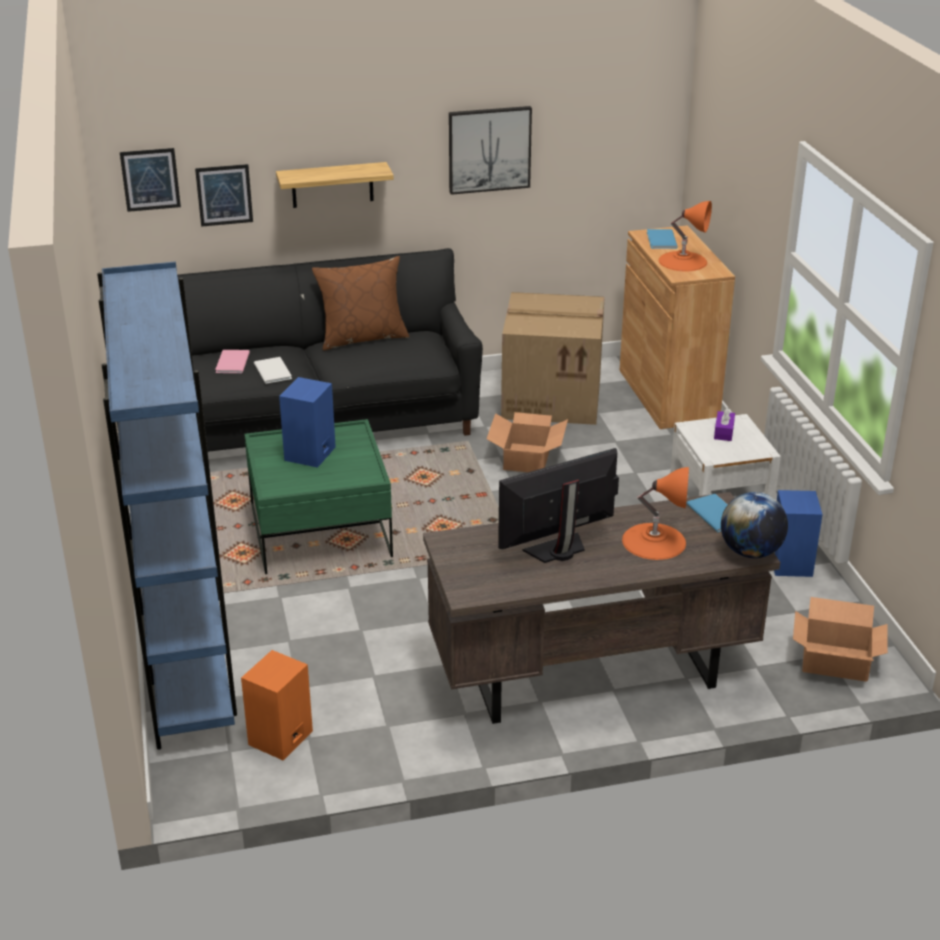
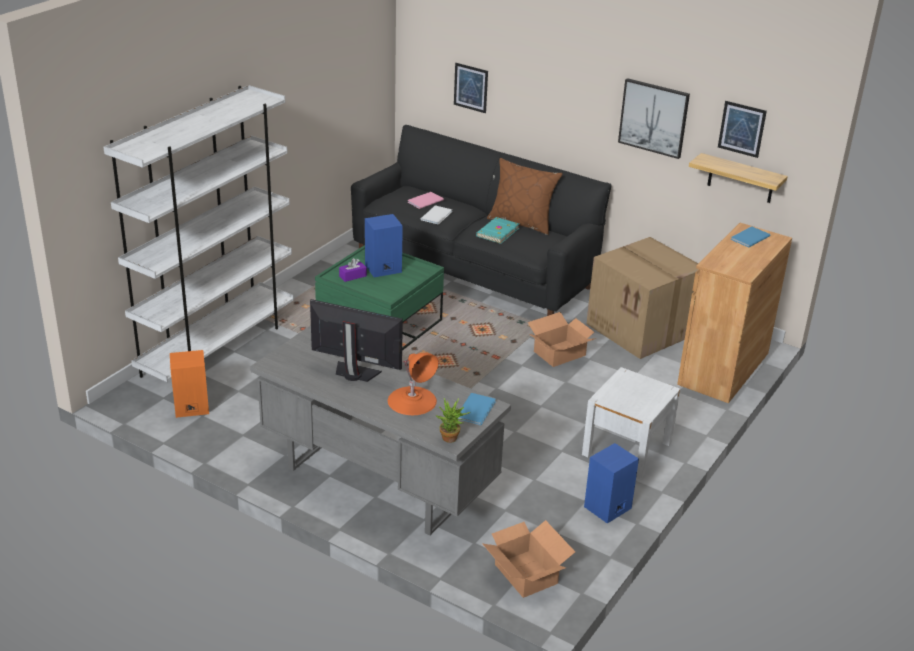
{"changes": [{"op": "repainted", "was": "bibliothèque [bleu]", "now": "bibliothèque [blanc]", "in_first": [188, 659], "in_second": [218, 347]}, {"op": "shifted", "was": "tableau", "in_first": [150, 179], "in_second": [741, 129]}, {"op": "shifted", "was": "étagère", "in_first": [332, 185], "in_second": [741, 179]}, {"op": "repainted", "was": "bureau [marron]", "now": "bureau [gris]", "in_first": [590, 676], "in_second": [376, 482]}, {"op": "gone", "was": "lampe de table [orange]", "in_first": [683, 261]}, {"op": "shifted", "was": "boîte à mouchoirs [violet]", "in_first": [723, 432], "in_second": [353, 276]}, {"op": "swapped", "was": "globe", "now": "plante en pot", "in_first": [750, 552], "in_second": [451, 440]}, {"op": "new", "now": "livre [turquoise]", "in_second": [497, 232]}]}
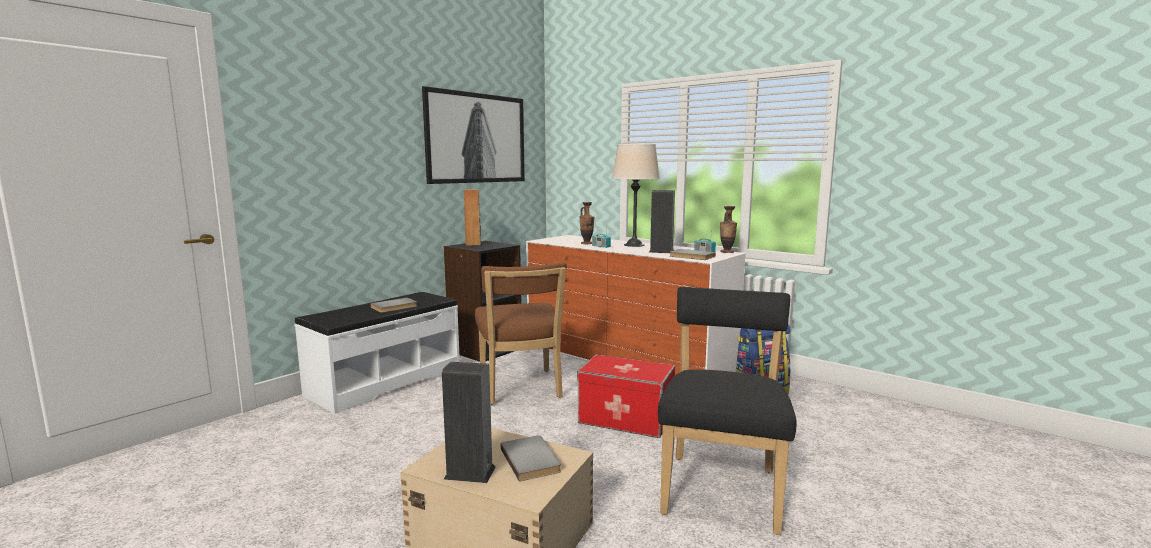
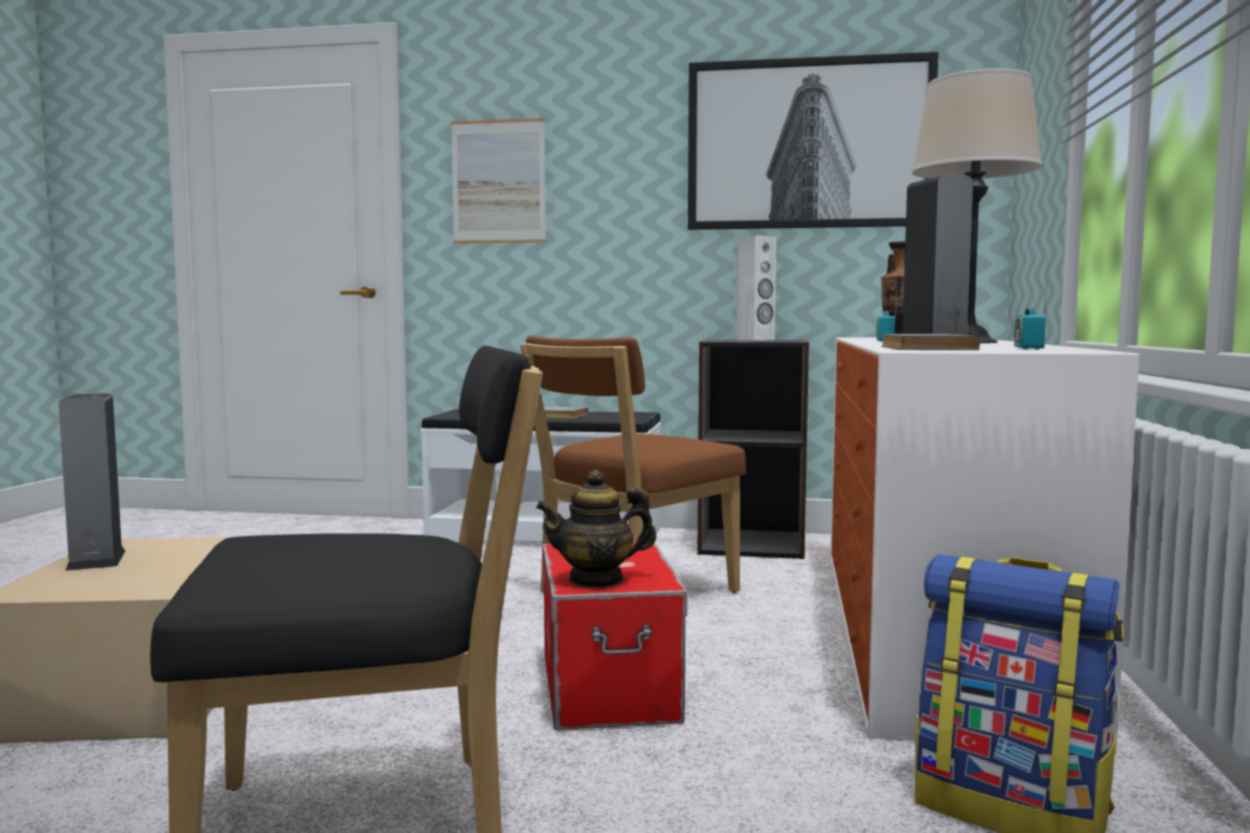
{"changes": [{"op": "repainted", "was": "enceinte [marron]", "now": "enceinte [blanc]", "in_first": [473, 244], "in_second": [755, 339]}, {"op": "gone", "was": "livre [gris]", "in_first": [532, 460]}, {"op": "gone", "was": "vase", "in_first": [727, 252]}, {"op": "new", "now": "tableau", "in_second": [498, 182]}, {"op": "new", "now": "théière", "in_second": [596, 580]}]}
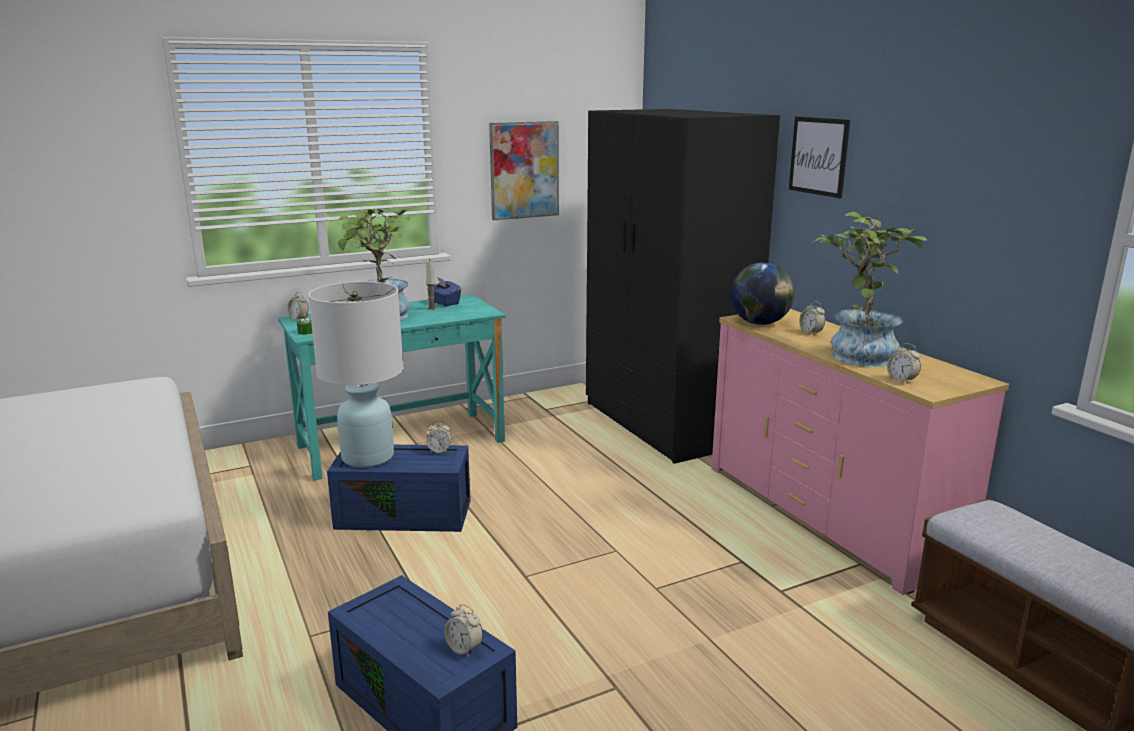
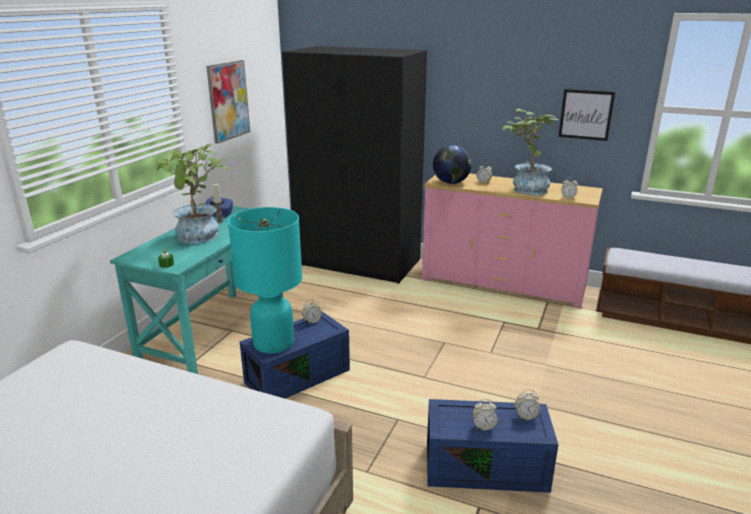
{"changes": [{"op": "shifted", "was": "réveil", "in_first": [299, 319], "in_second": [483, 426]}, {"op": "repainted", "was": "lampe de table [blanc]", "now": "lampe de table [turquoise]", "in_first": [367, 457], "in_second": [273, 344]}, {"op": "shifted", "was": "tableau", "in_first": [818, 156], "in_second": [586, 114]}]}
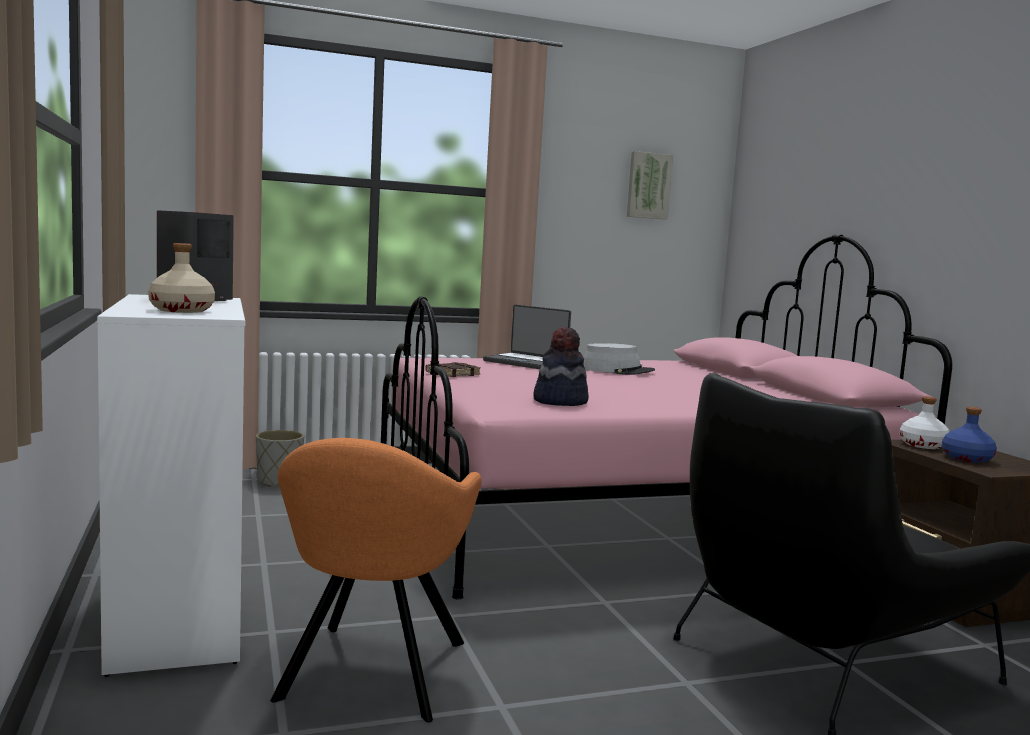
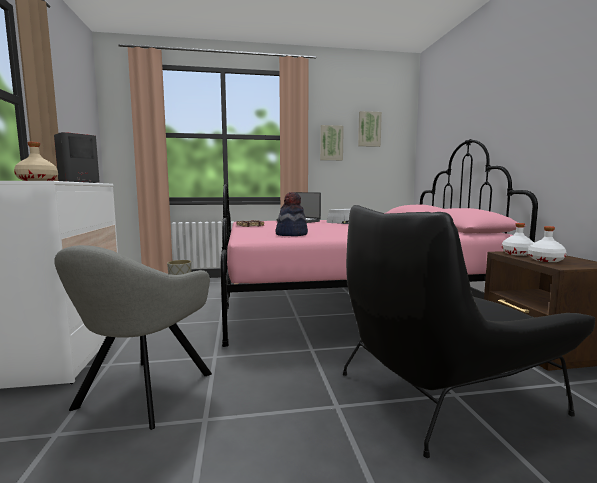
{"changes": [{"op": "repainted", "was": "fauteuil [orange]", "now": "fauteuil [gris]", "in_first": [371, 674], "in_second": [142, 393]}, {"op": "repainted", "was": "bouteille [bleu]", "now": "bouteille [blanc]", "in_first": [966, 458], "in_second": [545, 260]}, {"op": "new", "now": "tableau", "in_second": [331, 143]}]}
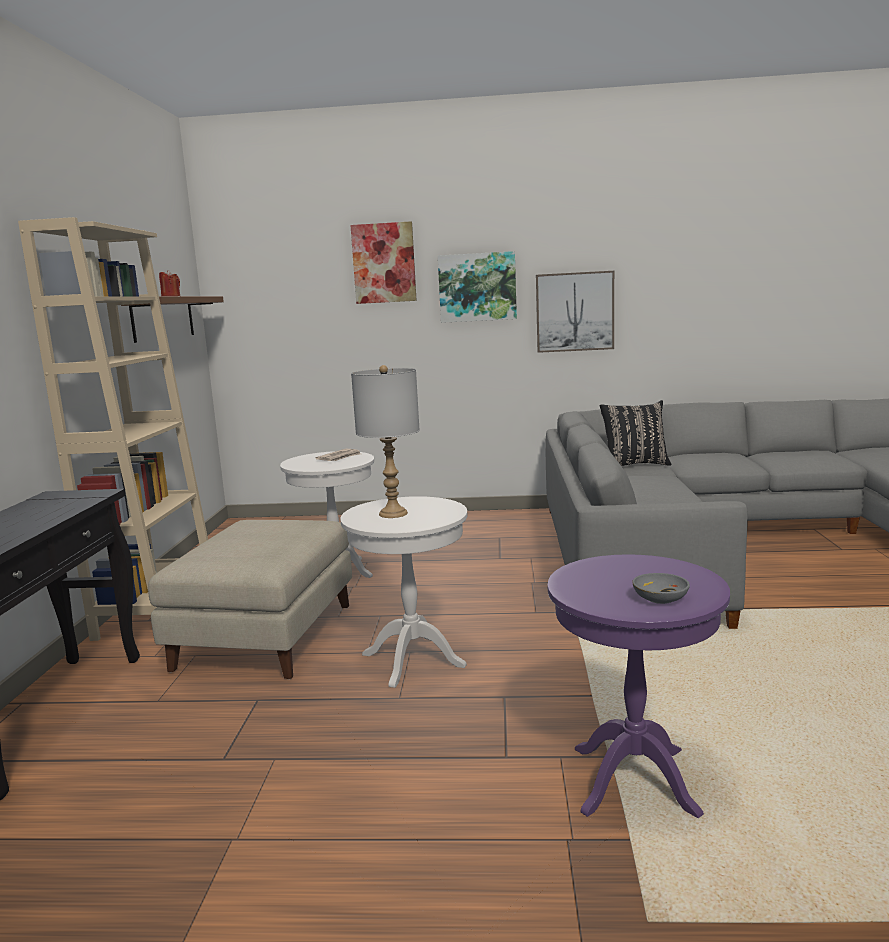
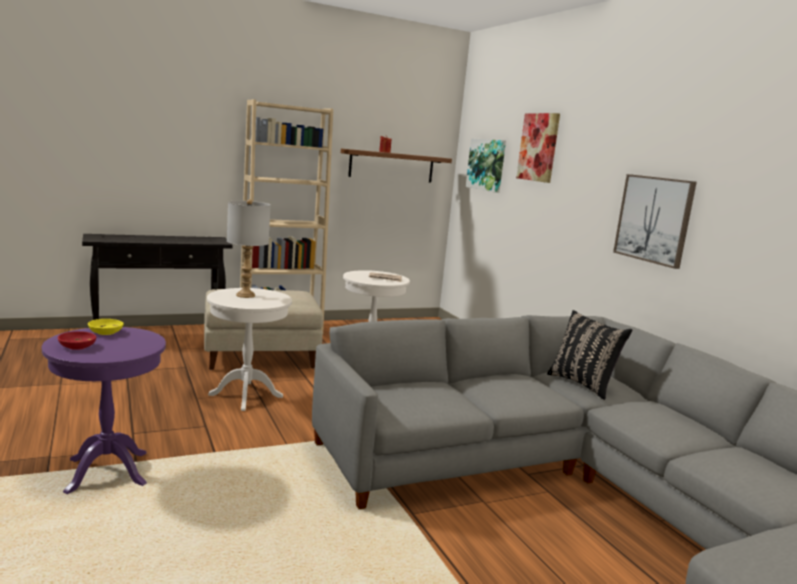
{"changes": [{"op": "shifted", "was": "tableau", "in_first": [477, 287], "in_second": [487, 164]}, {"op": "repainted", "was": "bol [gris]", "now": "bol [rouge]", "in_first": [659, 598], "in_second": [77, 346]}, {"op": "new", "now": "bol [jaune]", "in_second": [106, 332]}]}
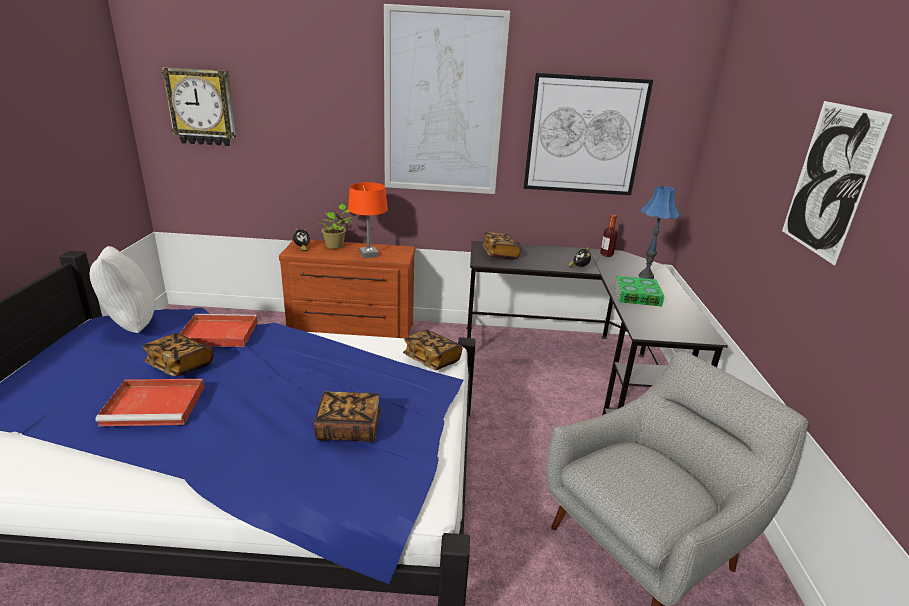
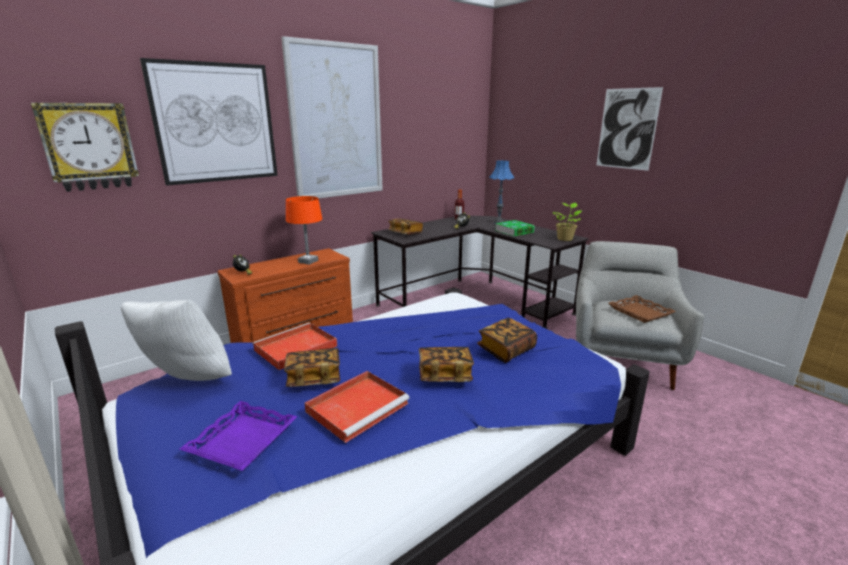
{"changes": [{"op": "shifted", "was": "plante en pot", "in_first": [336, 246], "in_second": [565, 238]}, {"op": "shifted", "was": "livre", "in_first": [432, 359], "in_second": [444, 375]}, {"op": "shifted", "was": "tableau", "in_first": [584, 136], "in_second": [215, 123]}, {"op": "new", "now": "plateau [violet]", "in_second": [242, 440]}, {"op": "new", "now": "plateau [marron]", "in_second": [639, 312]}]}
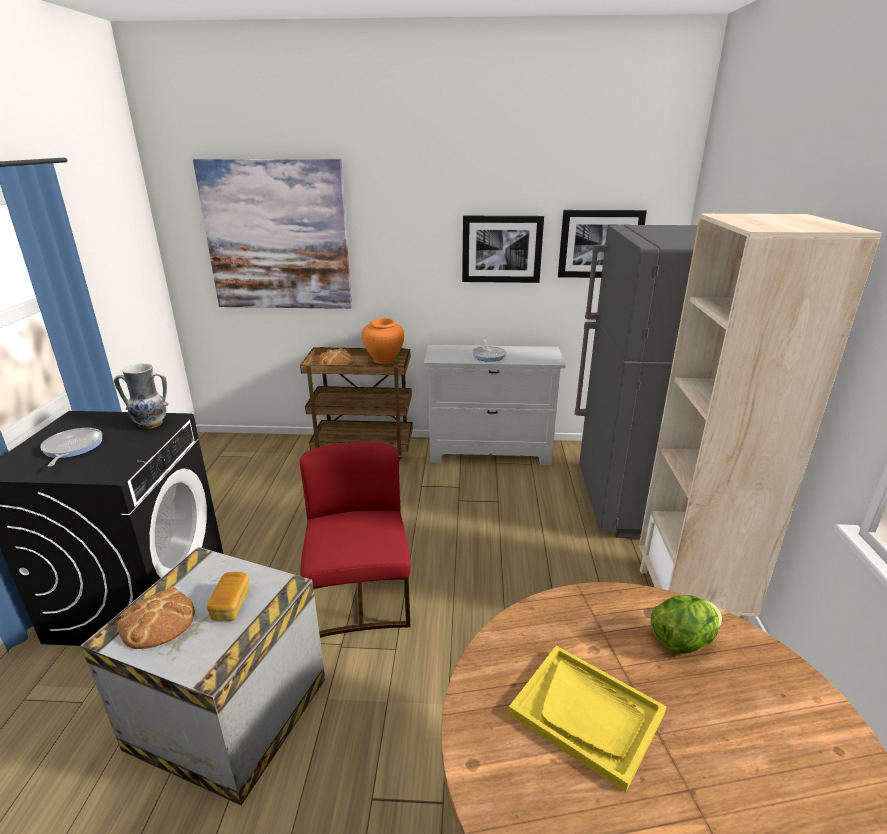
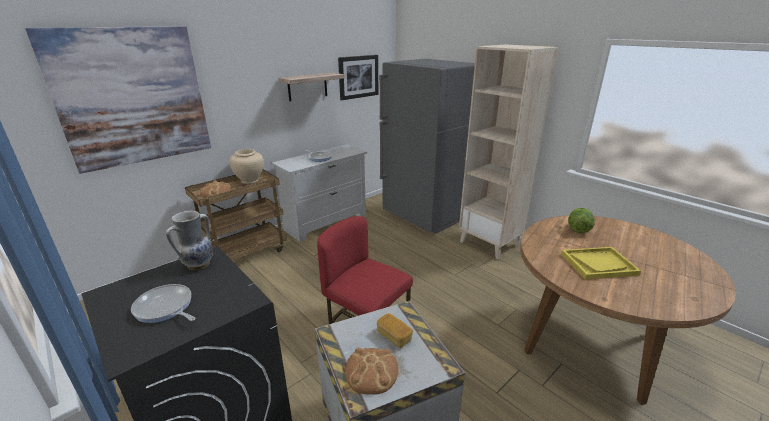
{"changes": [{"op": "repainted", "was": "vase [orange]", "now": "vase [beige]", "in_first": [384, 360], "in_second": [249, 180]}, {"op": "swapped", "was": "tableau", "now": "étagère", "in_first": [501, 249], "in_second": [307, 86]}]}
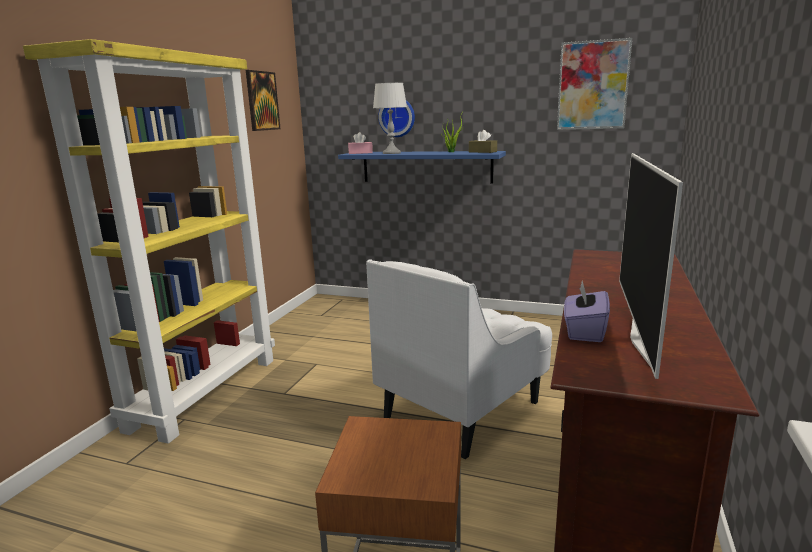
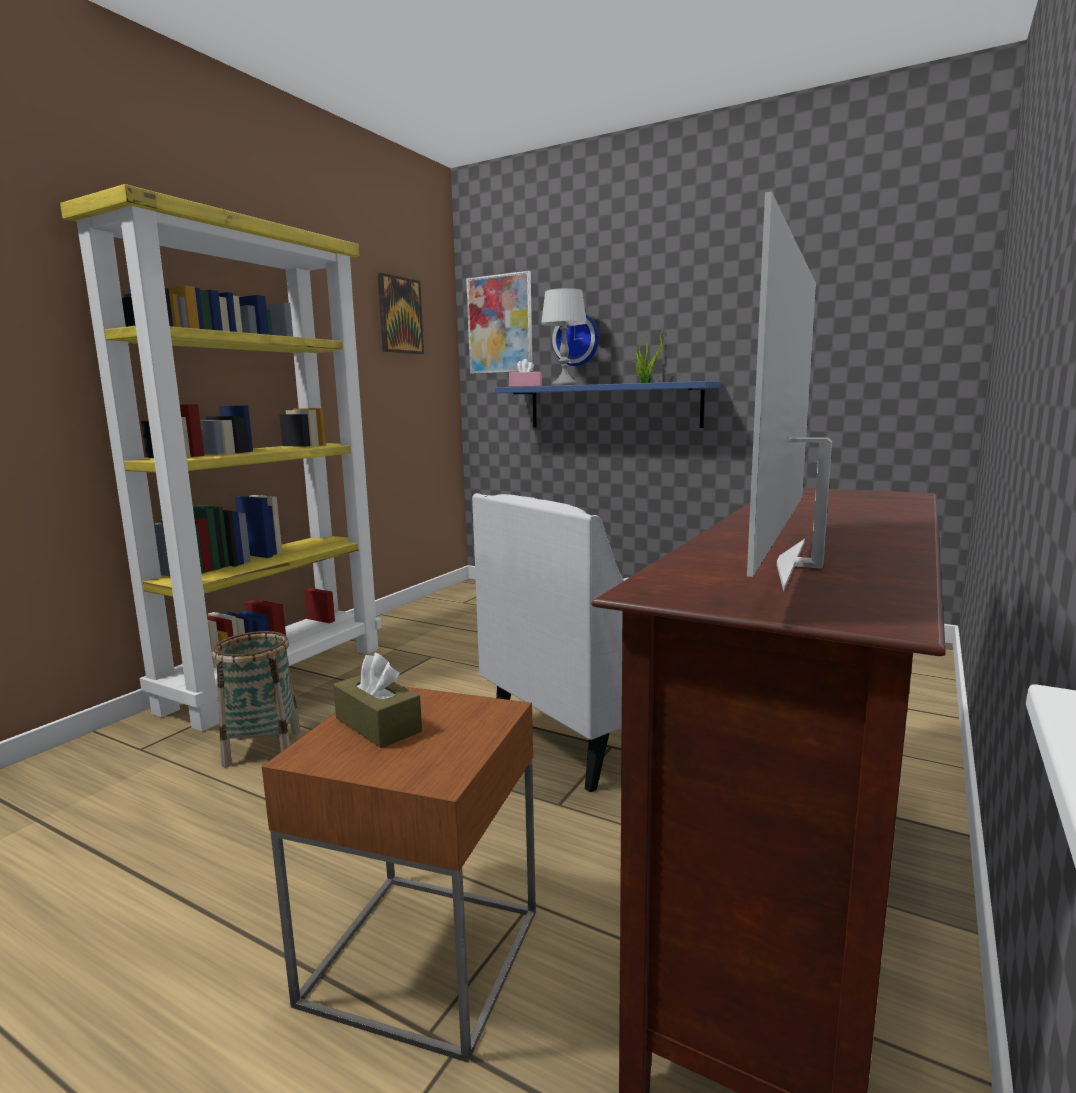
{"changes": [{"op": "shifted", "was": "boîte à mouchoirs [marron]", "in_first": [482, 152], "in_second": [378, 725]}, {"op": "shifted", "was": "tableau", "in_first": [593, 85], "in_second": [500, 324]}, {"op": "gone", "was": "boîte à mouchoirs [violet]", "in_first": [584, 331]}, {"op": "new", "now": "panier", "in_second": [262, 748]}]}
